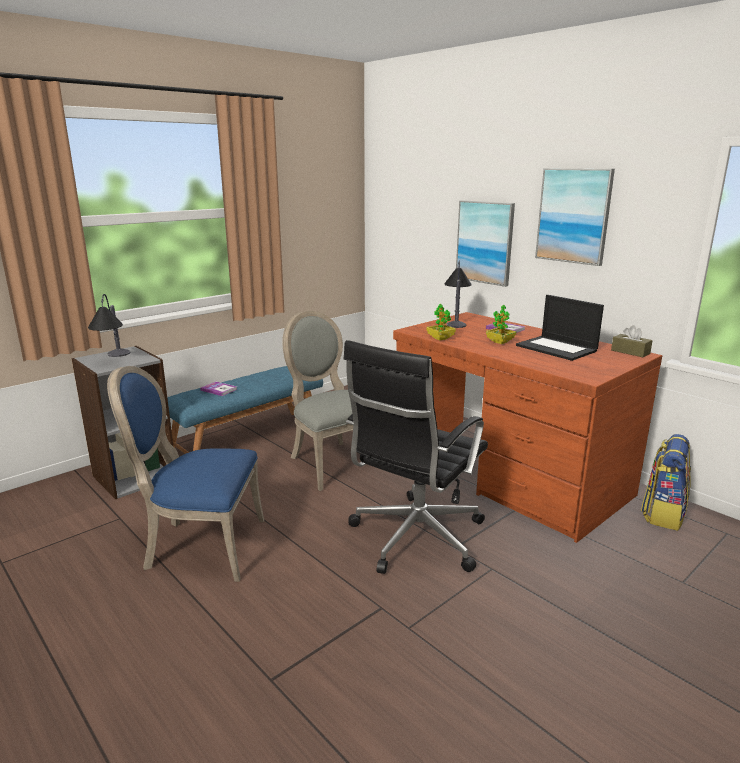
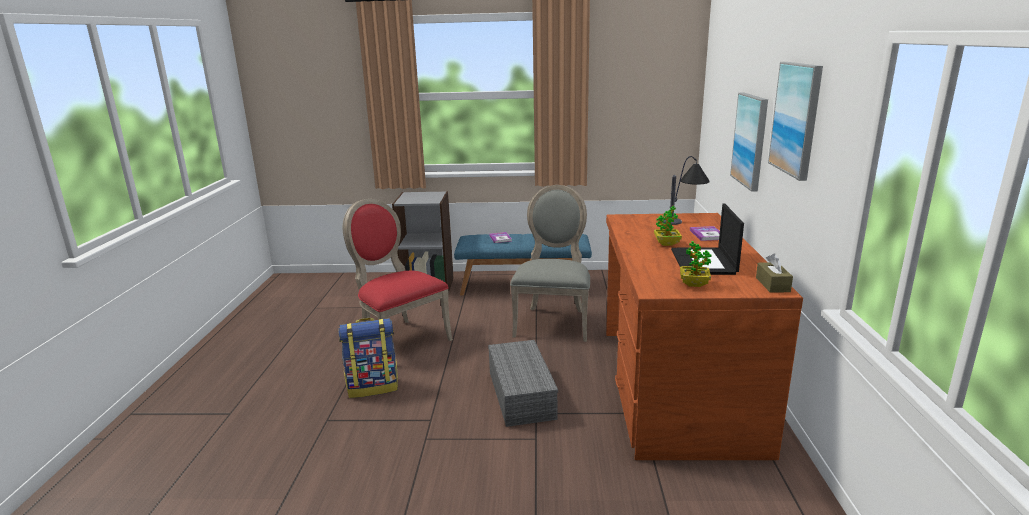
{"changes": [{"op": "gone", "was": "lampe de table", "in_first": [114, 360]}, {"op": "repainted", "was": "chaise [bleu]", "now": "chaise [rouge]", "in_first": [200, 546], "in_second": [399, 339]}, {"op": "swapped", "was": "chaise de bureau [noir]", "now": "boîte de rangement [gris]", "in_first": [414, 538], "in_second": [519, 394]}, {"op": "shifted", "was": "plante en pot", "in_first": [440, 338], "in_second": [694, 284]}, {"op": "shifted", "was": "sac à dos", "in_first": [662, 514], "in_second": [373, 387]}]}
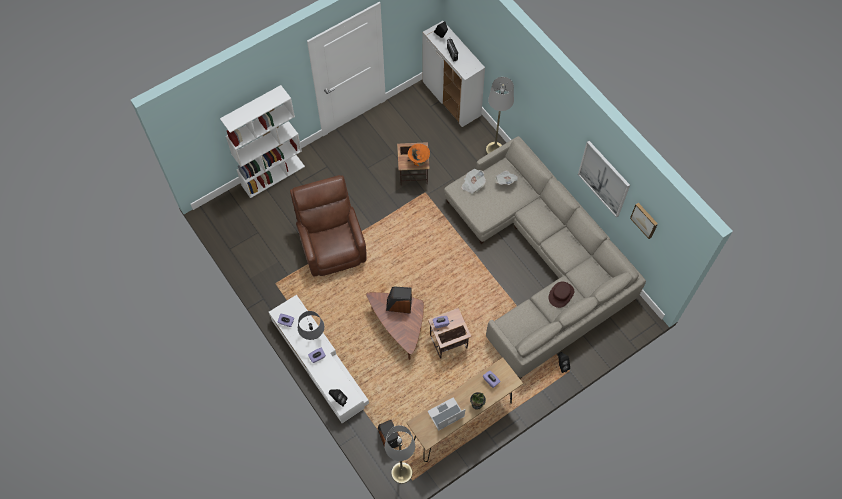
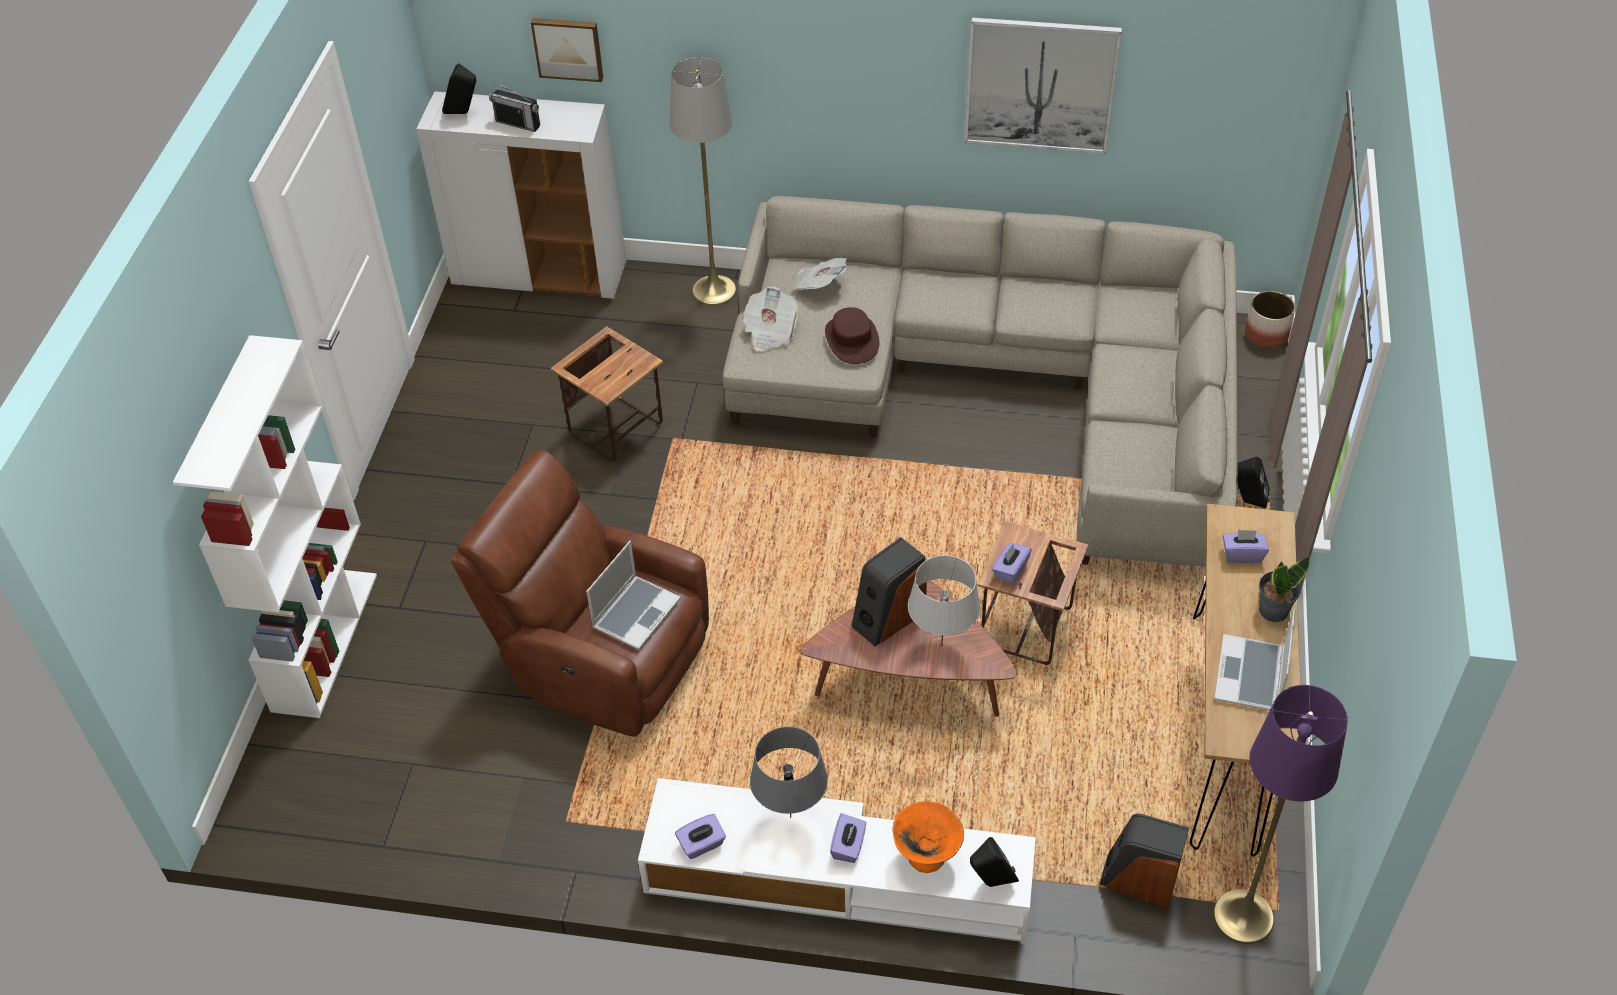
{"changes": [{"op": "repainted", "was": "lampadaire [gris]", "now": "lampadaire [violet]", "in_first": [401, 472], "in_second": [1243, 917]}, {"op": "shifted", "was": "bol [orange]", "in_first": [419, 161], "in_second": [926, 856]}, {"op": "shifted", "was": "chapeau [marron]", "in_first": [561, 294], "in_second": [851, 340]}, {"op": "shifted", "was": "tableau", "in_first": [645, 220], "in_second": [568, 48]}, {"op": "new", "now": "ordinateur portable", "in_second": [636, 612]}, {"op": "new", "now": "lampe de table [gris]", "in_second": [942, 646]}, {"op": "new", "now": "cache-pot", "in_second": [1266, 334]}]}
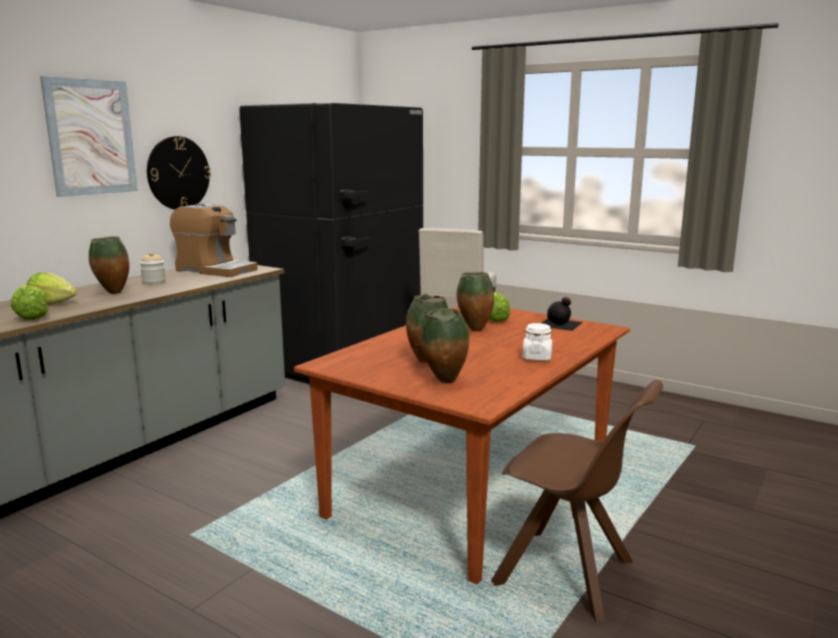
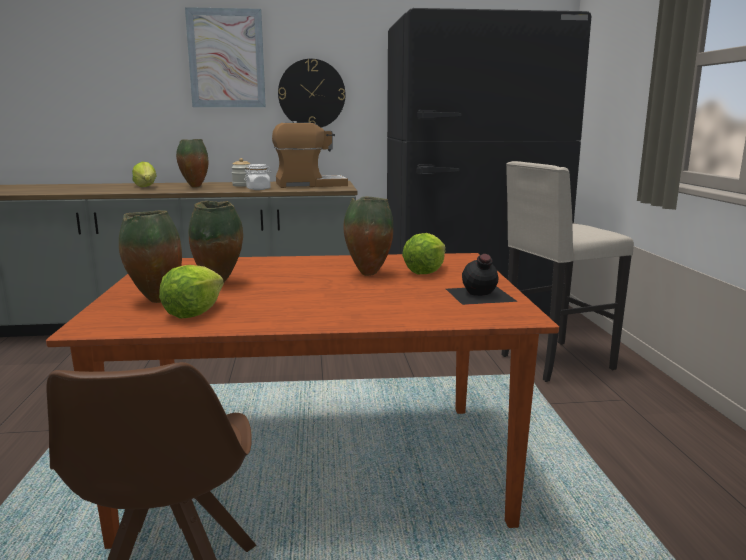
{"changes": [{"op": "shifted", "was": "laitue", "in_first": [31, 317], "in_second": [194, 312]}, {"op": "rotated", "was": "machine à café", "in_first": [215, 270], "in_second": [309, 185], "clockwise": -90}, {"op": "shifted", "was": "bocal [blanc]", "in_first": [537, 357], "in_second": [258, 189]}]}
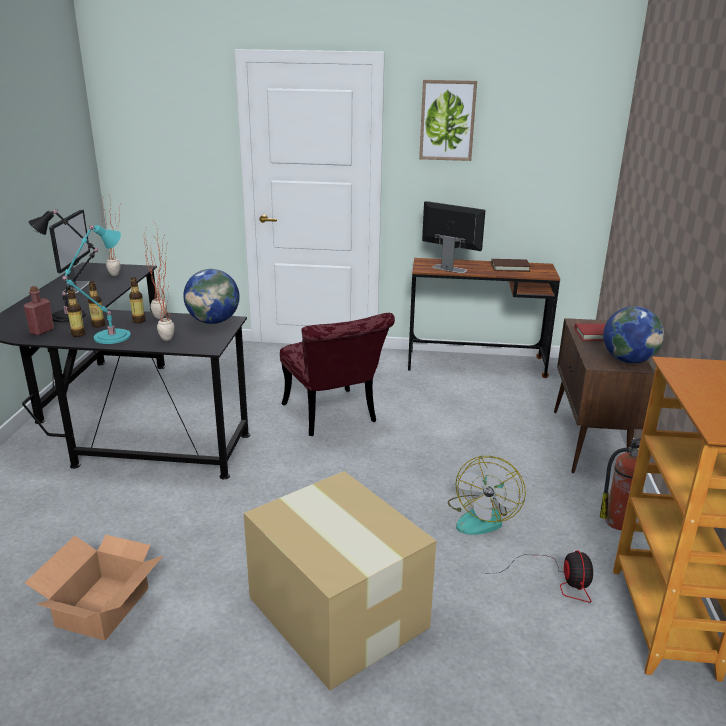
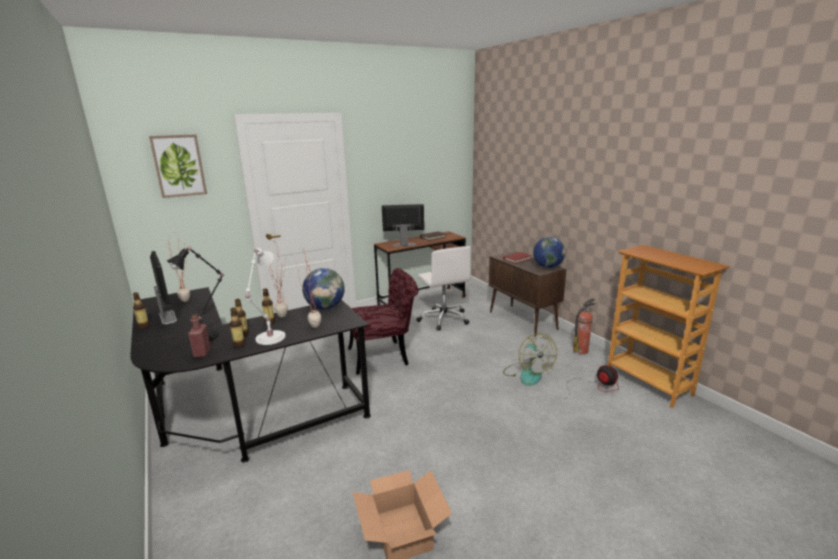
{"changes": [{"op": "repainted", "was": "lampe de table [turquoise]", "now": "lampe de table [blanc]", "in_first": [109, 337], "in_second": [269, 339]}, {"op": "gone", "was": "carton", "in_first": [338, 614]}, {"op": "rotated", "was": "chaise [rouge]", "in_first": [333, 417], "in_second": [385, 356], "clockwise": -45}, {"op": "shifted", "was": "tableau", "in_first": [447, 120], "in_second": [179, 166]}, {"op": "new", "now": "bouteille", "in_second": [144, 326]}, {"op": "new", "now": "chaise de bureau [blanc]", "in_second": [443, 319]}]}
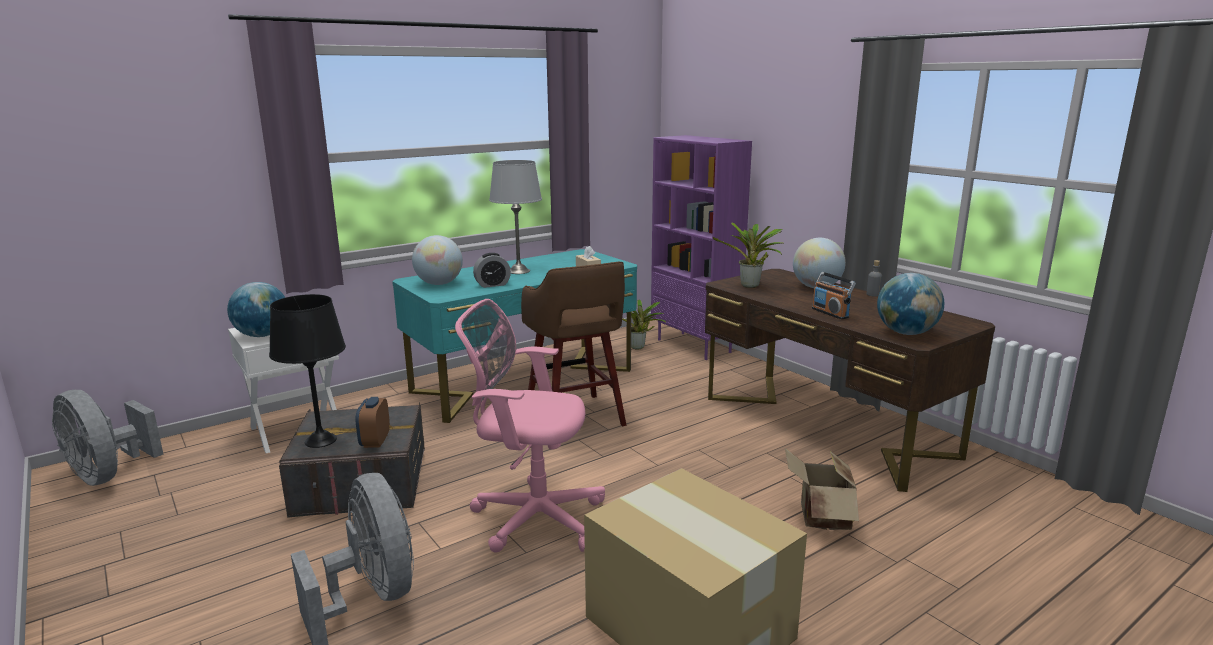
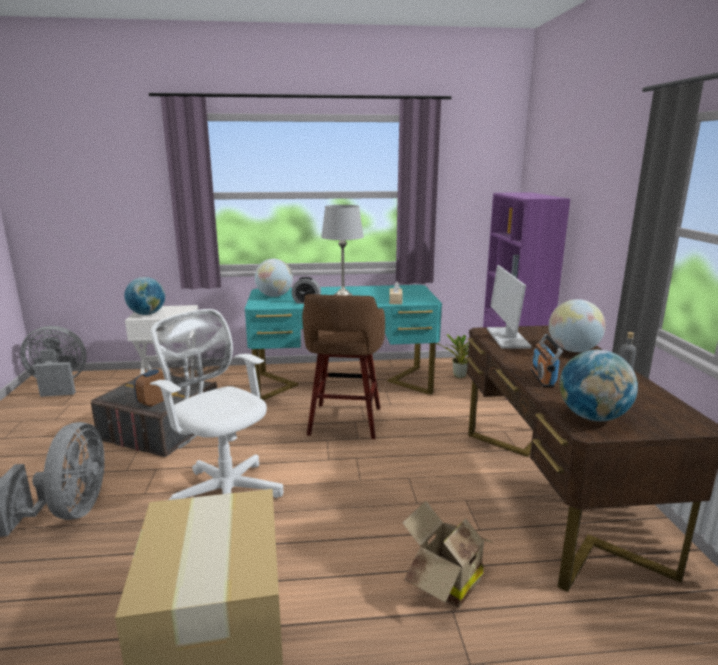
{"changes": [{"op": "rotated", "was": "ventilateur [gris]", "in_first": [108, 474], "in_second": [58, 385], "clockwise": 105}, {"op": "gone", "was": "lampe de table [noir]", "in_first": [320, 440]}, {"op": "repainted", "was": "chaise de bureau [rose]", "now": "chaise de bureau [blanc]", "in_first": [533, 517], "in_second": [224, 491]}, {"op": "swapped", "was": "plante en pot", "now": "écran d'ordinateur", "in_first": [750, 286], "in_second": [507, 338]}]}
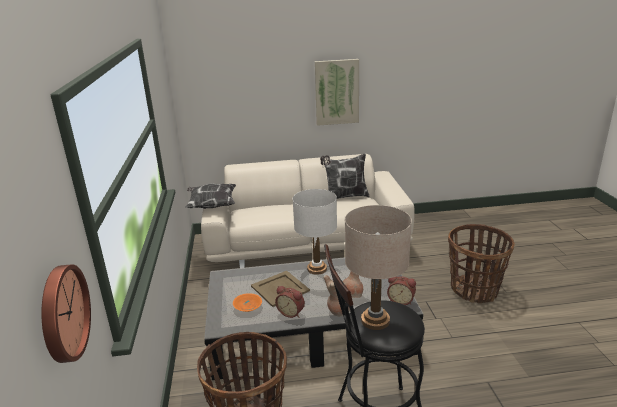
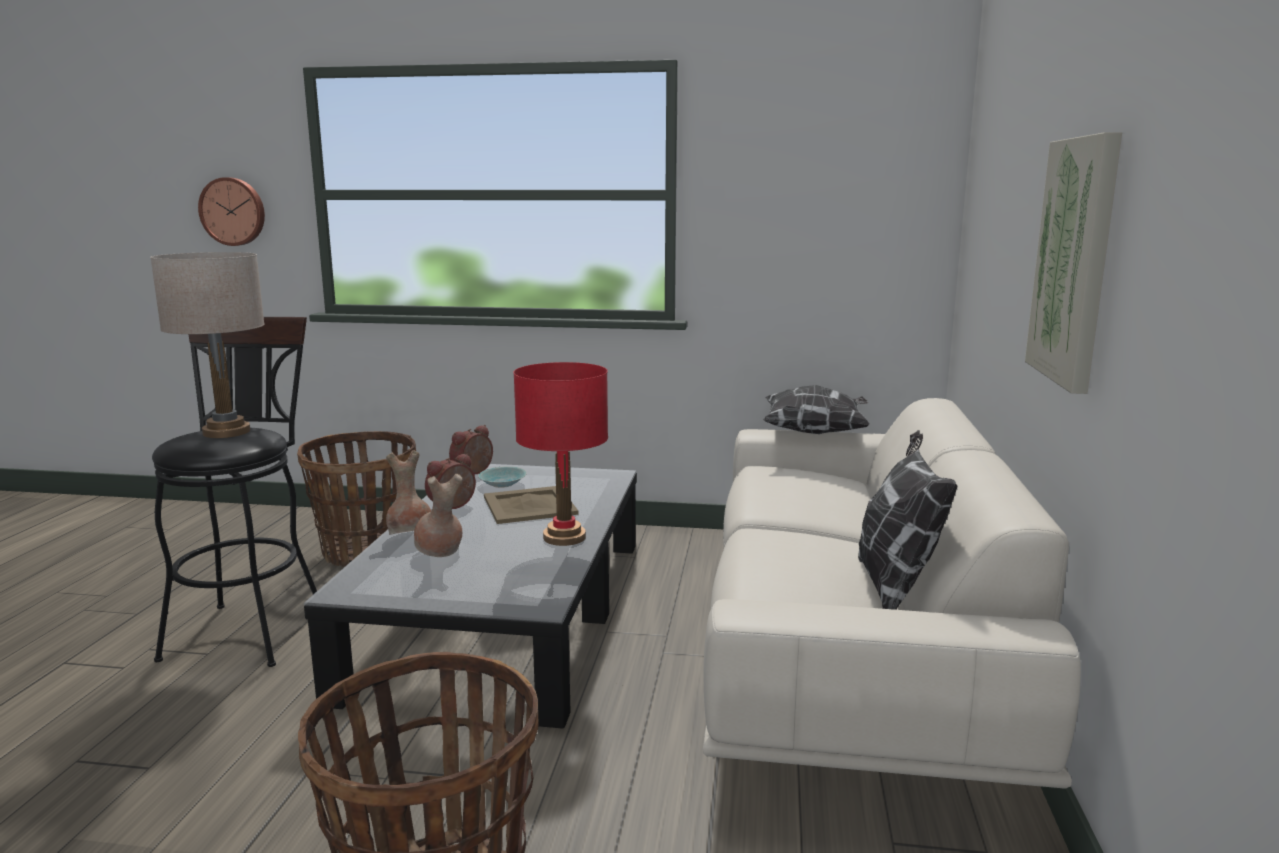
{"changes": [{"op": "repainted", "was": "bol [orange]", "now": "bol [turquoise]", "in_first": [248, 307], "in_second": [503, 484]}, {"op": "repainted", "was": "lampe de table [blanc]", "now": "lampe de table [rouge]", "in_first": [317, 269], "in_second": [564, 537]}, {"op": "shifted", "was": "réveil", "in_first": [401, 300], "in_second": [474, 472]}]}
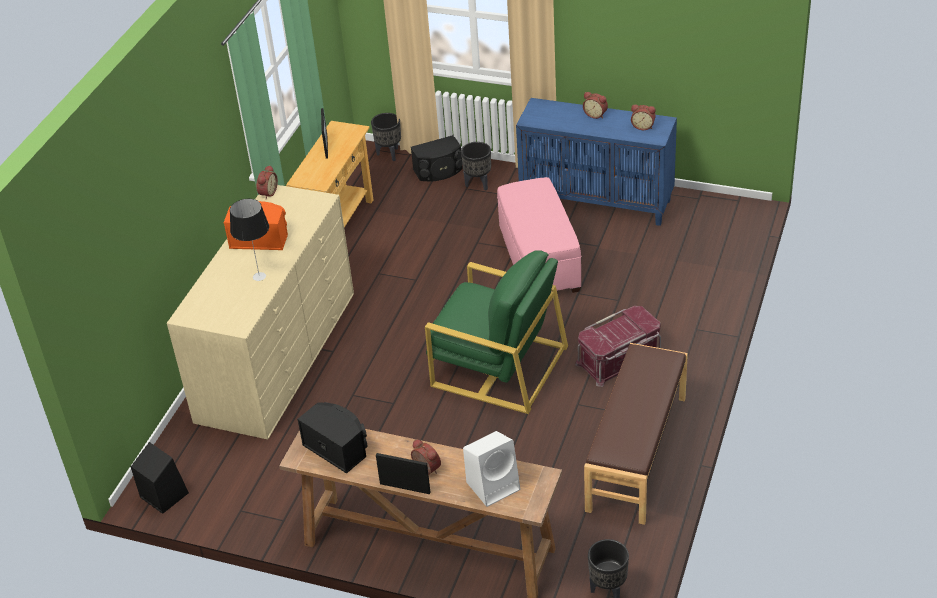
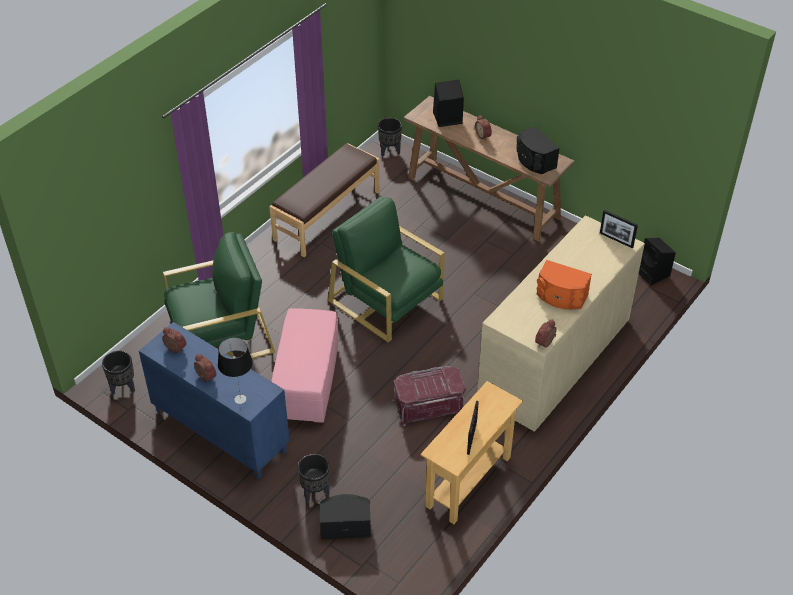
{"changes": [{"op": "shifted", "was": "lampe de table", "in_first": [260, 276], "in_second": [240, 399]}, {"op": "shifted", "was": "cache-pot [noir]", "in_first": [389, 154], "in_second": [123, 387]}, {"op": "shifted", "was": "cadre photo", "in_first": [405, 488], "in_second": [616, 240]}, {"op": "repainted", "was": "enceinte [blanc]", "now": "enceinte [noir]", "in_first": [494, 485], "in_second": [446, 118]}, {"op": "shifted", "was": "boîte de rangement [rouge]", "in_first": [619, 359], "in_second": [428, 404]}, {"op": "new", "now": "fauteuil [vert]", "in_second": [221, 335]}]}
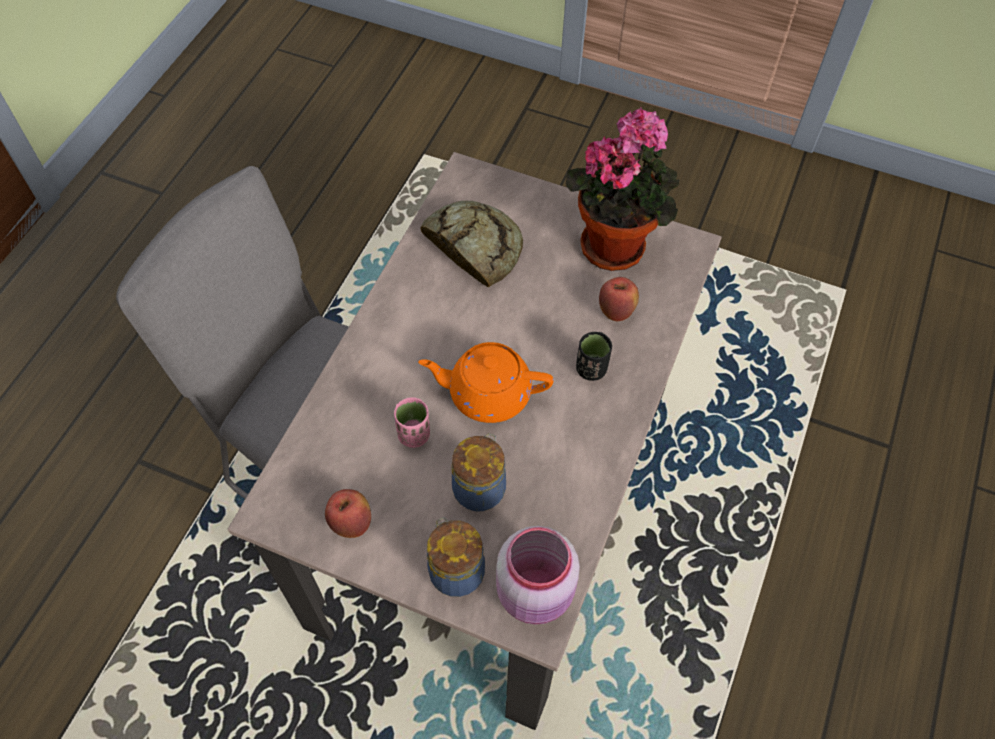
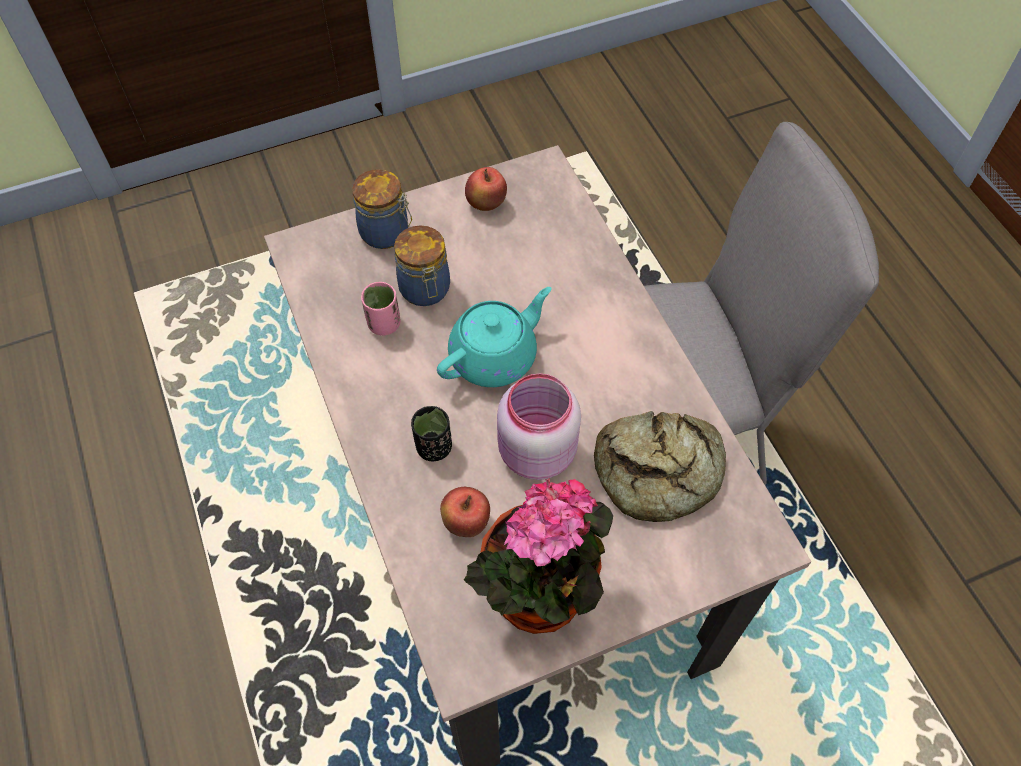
{"changes": [{"op": "shifted", "was": "tasse [rose]", "in_first": [414, 434], "in_second": [384, 324]}, {"op": "repainted", "was": "théière [orange]", "now": "théière [turquoise]", "in_first": [487, 393], "in_second": [495, 356]}, {"op": "shifted", "was": "bocal [rose]", "in_first": [537, 592], "in_second": [534, 453]}]}
